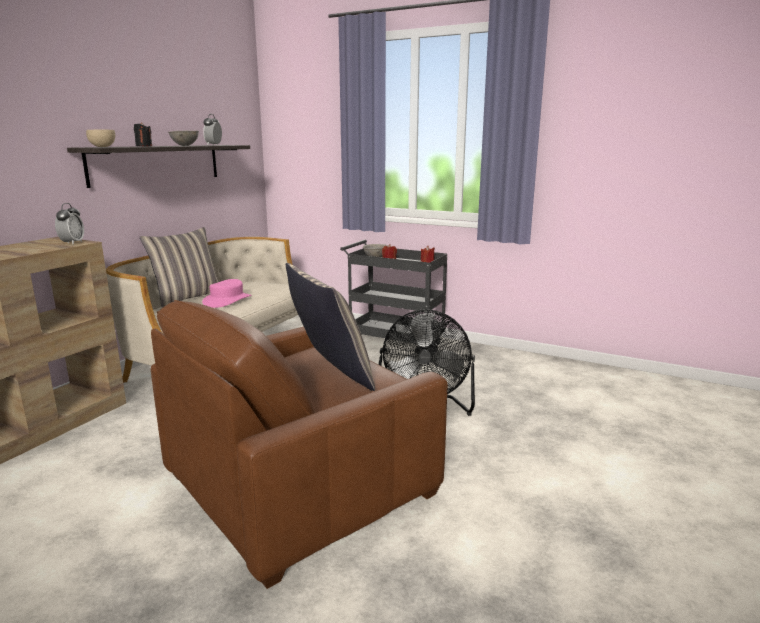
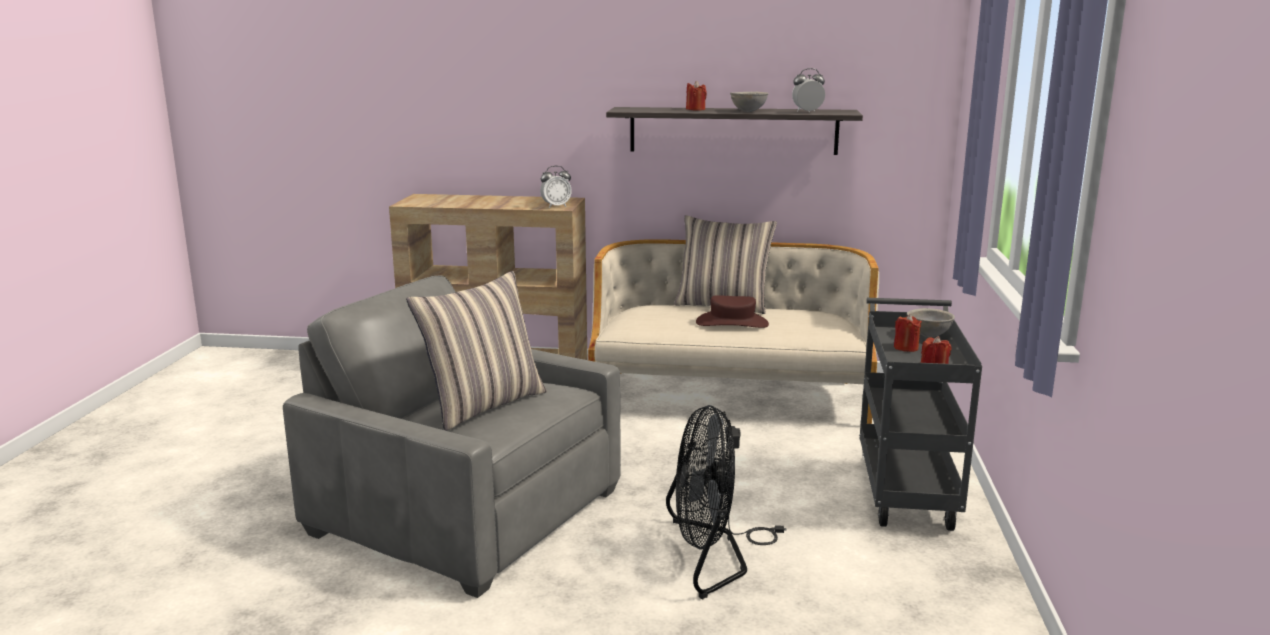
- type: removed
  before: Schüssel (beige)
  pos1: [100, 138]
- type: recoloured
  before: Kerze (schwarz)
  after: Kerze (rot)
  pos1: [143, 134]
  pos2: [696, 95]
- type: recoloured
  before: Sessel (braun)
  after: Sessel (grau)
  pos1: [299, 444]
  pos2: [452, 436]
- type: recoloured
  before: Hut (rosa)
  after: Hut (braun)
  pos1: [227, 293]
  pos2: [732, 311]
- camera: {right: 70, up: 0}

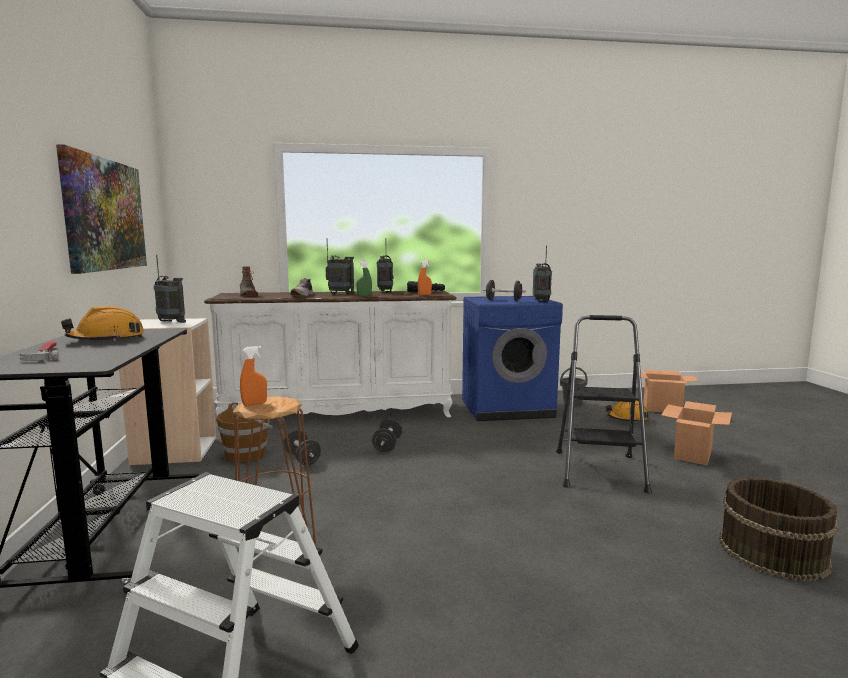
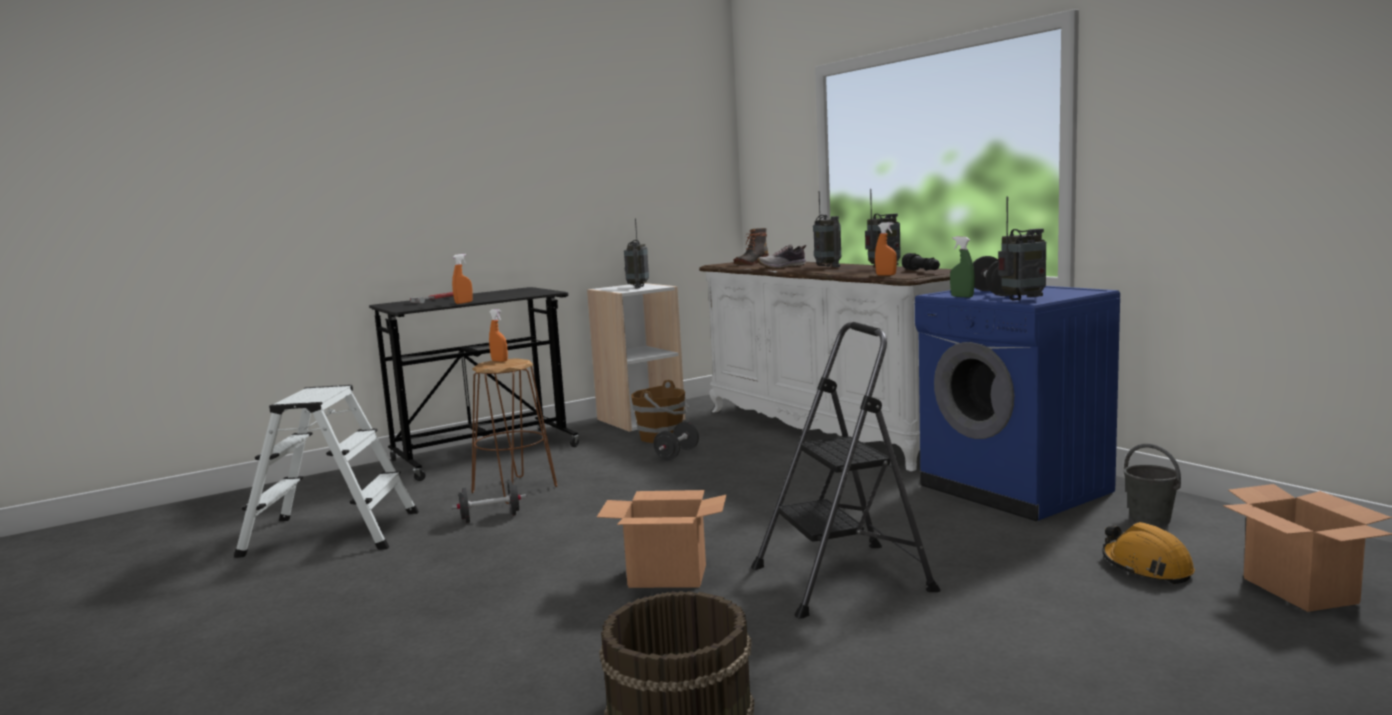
- type: removed
  before: Bild
  pos1: [101, 209]
- type: removed
  before: Schutzhelm (orange)
  pos1: [102, 323]
- type: moved
  before: Sprühflasche (grün)
  pos1: [364, 278]
  pos2: [962, 267]
- type: moved
  before: Hantel (schwarz)
  pos1: [387, 435]
  pos2: [488, 502]
- type: moved
  before: Karton
  pos1: [697, 433]
  pos2: [661, 539]
- type: added
  after: Sprühflasche (orange)
  pos2: [462, 279]
- camera: {right: 65, up: 0}

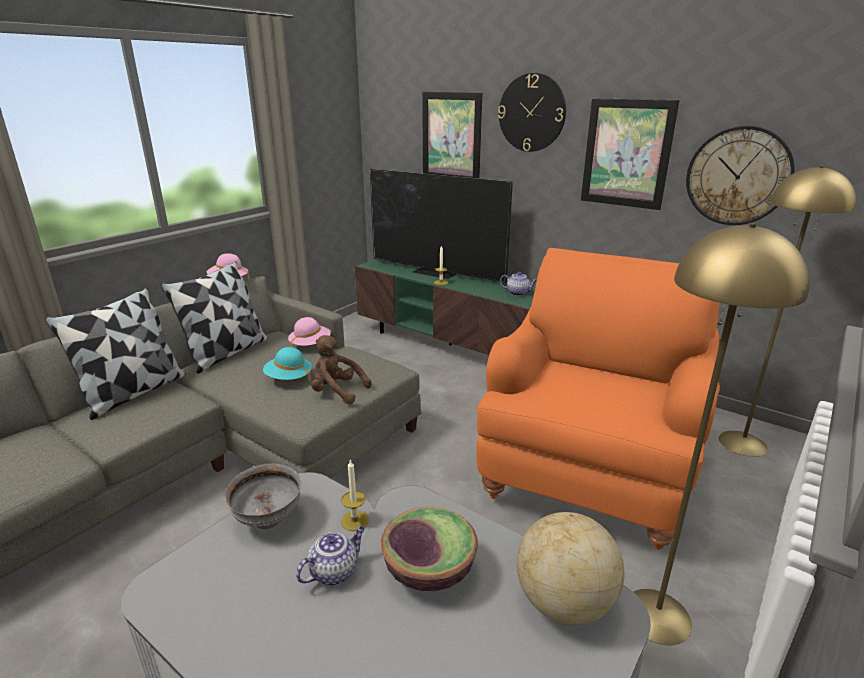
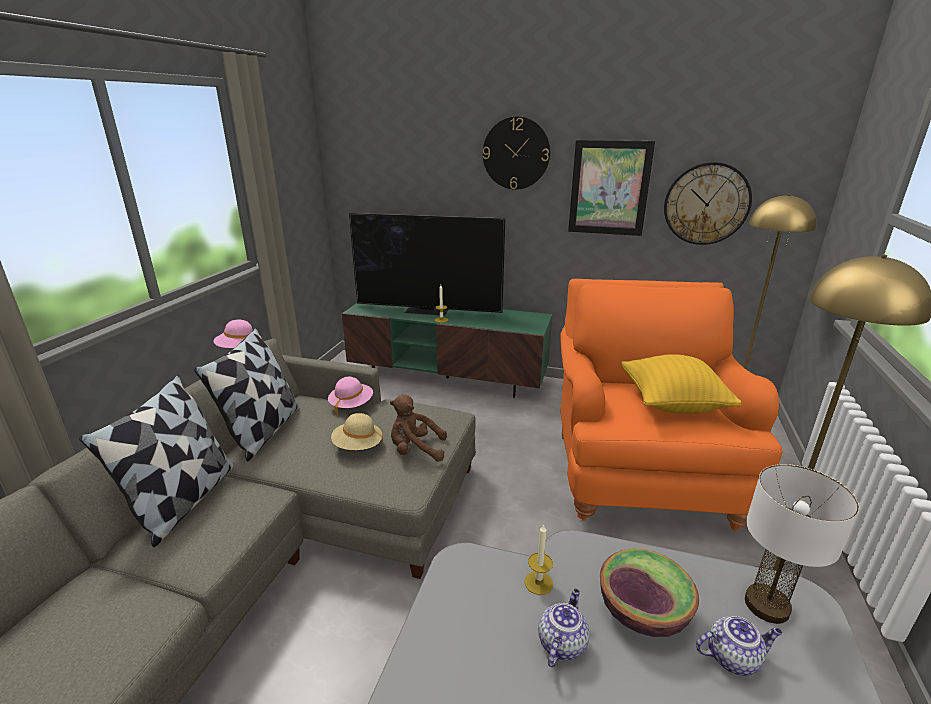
- type: removed
  before: Schüssel (grau)
  pos1: [263, 496]
- type: recoloured
  before: Hut (türkis)
  after: Hut (beige)
  pos1: [287, 364]
  pos2: [357, 431]
- type: removed
  before: Bild
  pos1: [452, 135]
- type: moved
  before: Teekanne
  pos1: [518, 284]
  pos2: [739, 646]
- type: replaced
  before: Globus
  after: Tischlampe
  pos1: [571, 568]
  pos2: [802, 544]
- type: added
  after: Kissen (gelb)
  pos2: [681, 384]
- camera: {right: -20, up: 0}

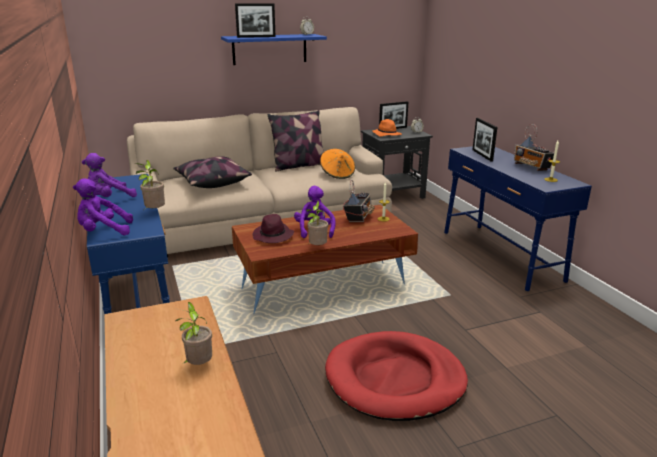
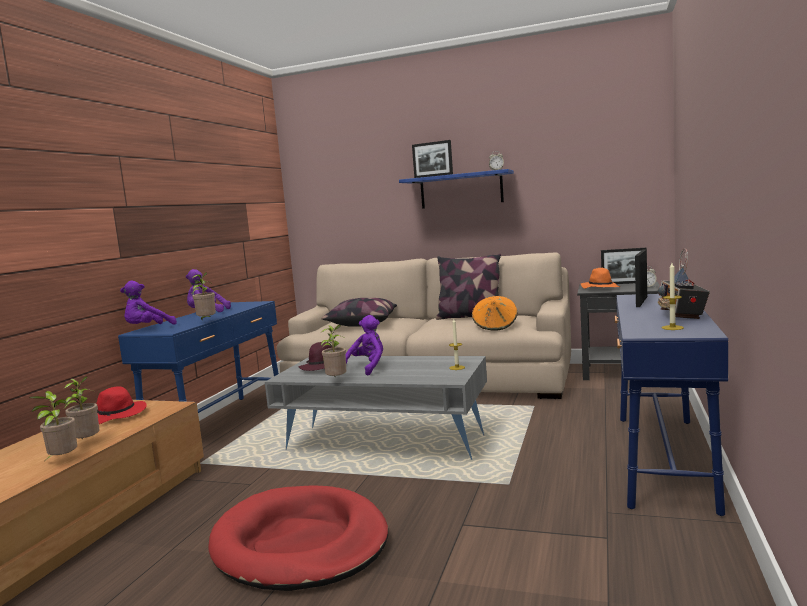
- type: turned
  before: Plüschtier (lila)
  pos1: [103, 206]
  pos2: [148, 303]
  turn: -75
- type: recoloured
  before: Couchtisch (braun)
  after: Couchtisch (grau)
  pos1: [325, 260]
  pos2: [376, 408]
- type: removed
  before: Radio
  pos1: [359, 201]
- type: added
  after: Topfpflanze
  pos2: [53, 425]
- type: added
  after: Hut (rot)
  pos2: [122, 405]
- camera: {right: 40, up: -15}

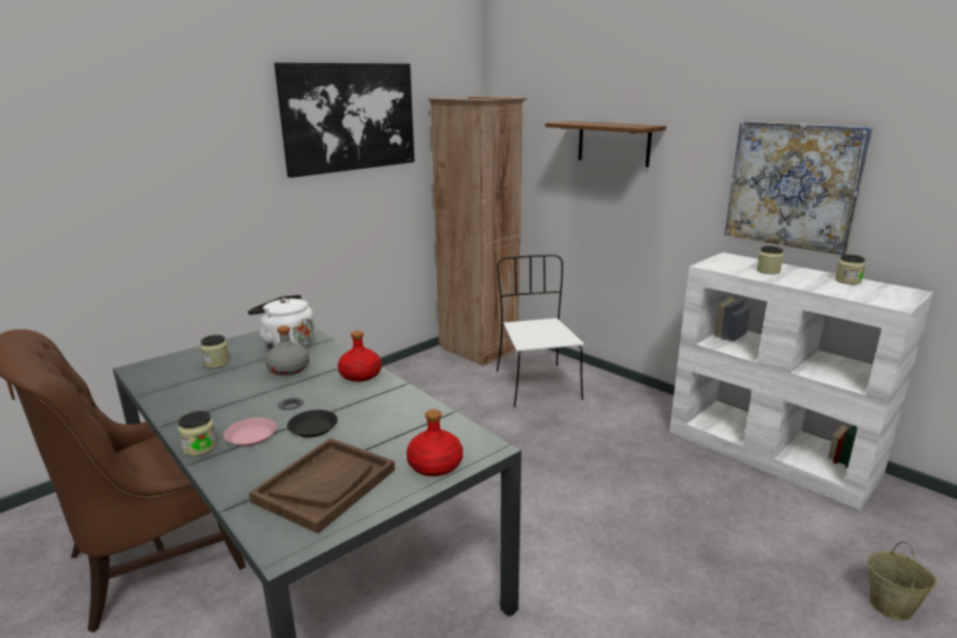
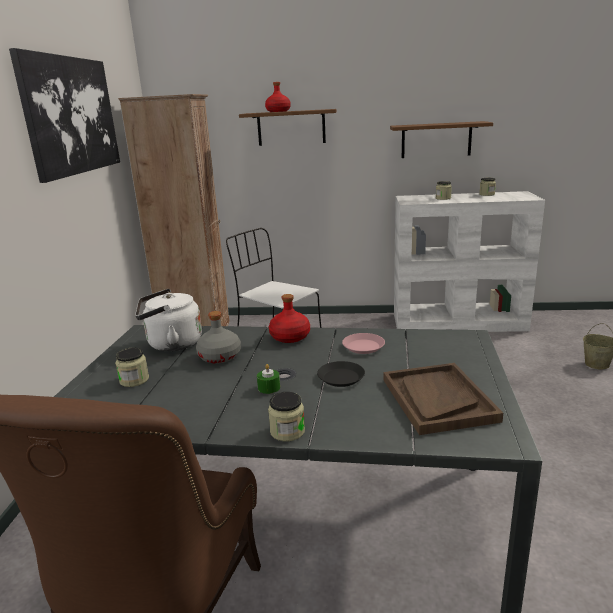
- type: moved
  before: Teller (rosa)
  pos1: [250, 432]
  pos2: [363, 343]
- type: moved
  before: Flasche (rot)
  pos1: [434, 442]
  pos2: [278, 97]
- type: replaced
  before: Bild
  after: Wandregal (braun)
  pos1: [799, 188]
  pos2: [441, 139]
- type: added
  after: Kerze (grün)
  pos2: [268, 379]
- camera: {right: -40, up: 0}

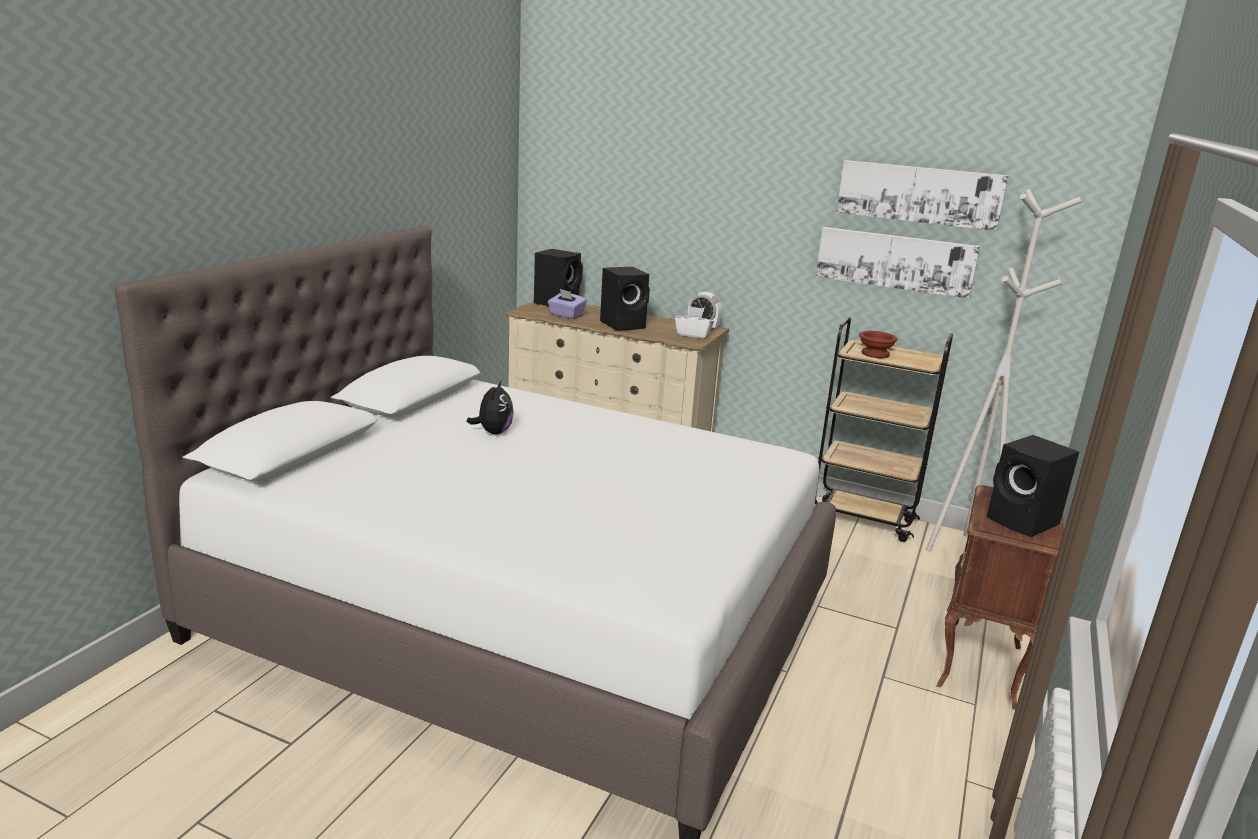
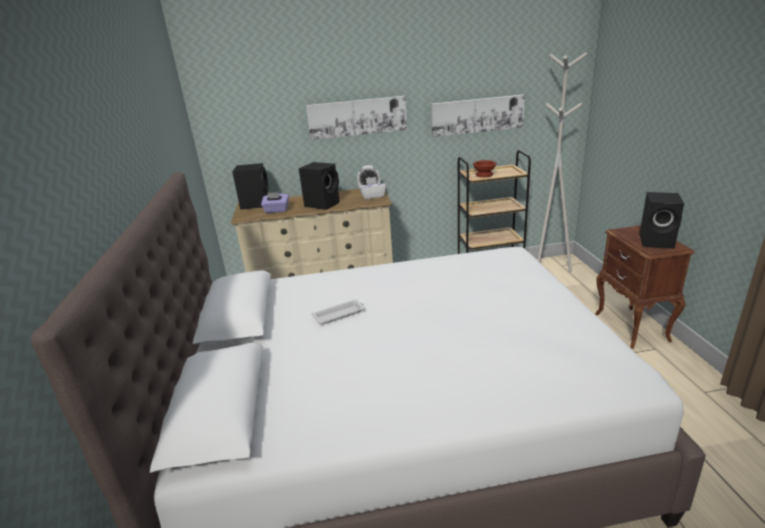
- type: replaced
  before: Plüschtier
  after: Tablett (weiß)
  pos1: [490, 407]
  pos2: [338, 311]
- type: moved
  before: Bild
  pos1: [922, 195]
  pos2: [356, 118]
- camera: {right: -30, up: 5}

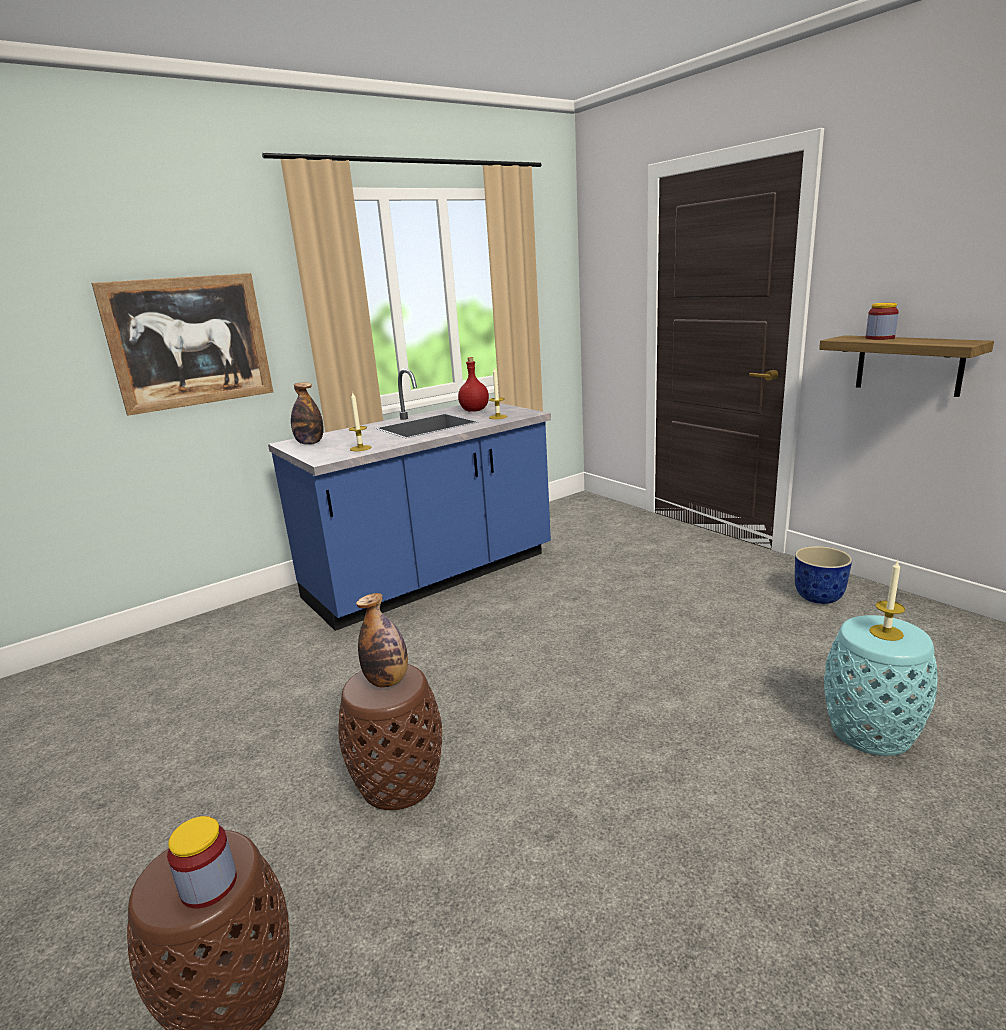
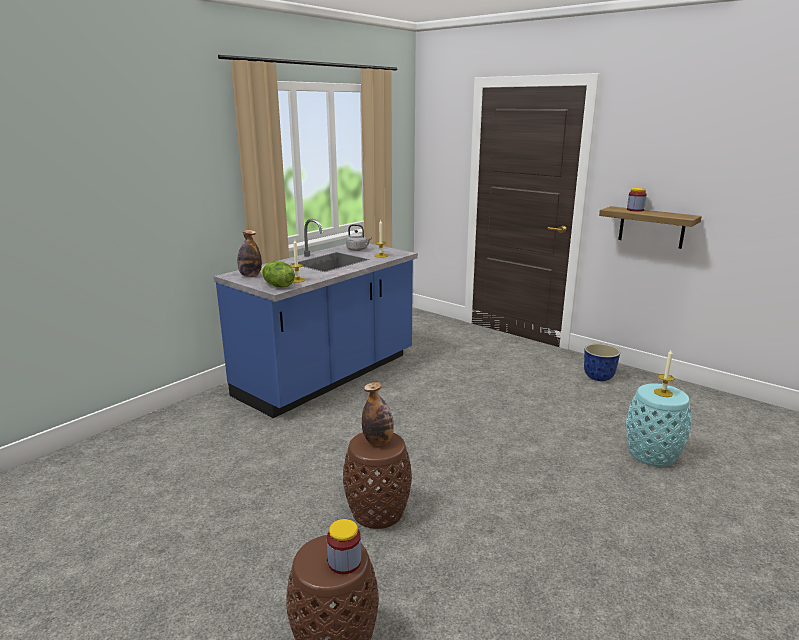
- type: removed
  before: Bild
  pos1: [182, 344]
- type: replaced
  before: Flasche (rot)
  after: Wasserkessel (grau)
  pos1: [473, 384]
  pos2: [359, 237]
- type: added
  after: Salatkopf
  pos2: [278, 274]
- camera: {right: -15, up: 0}

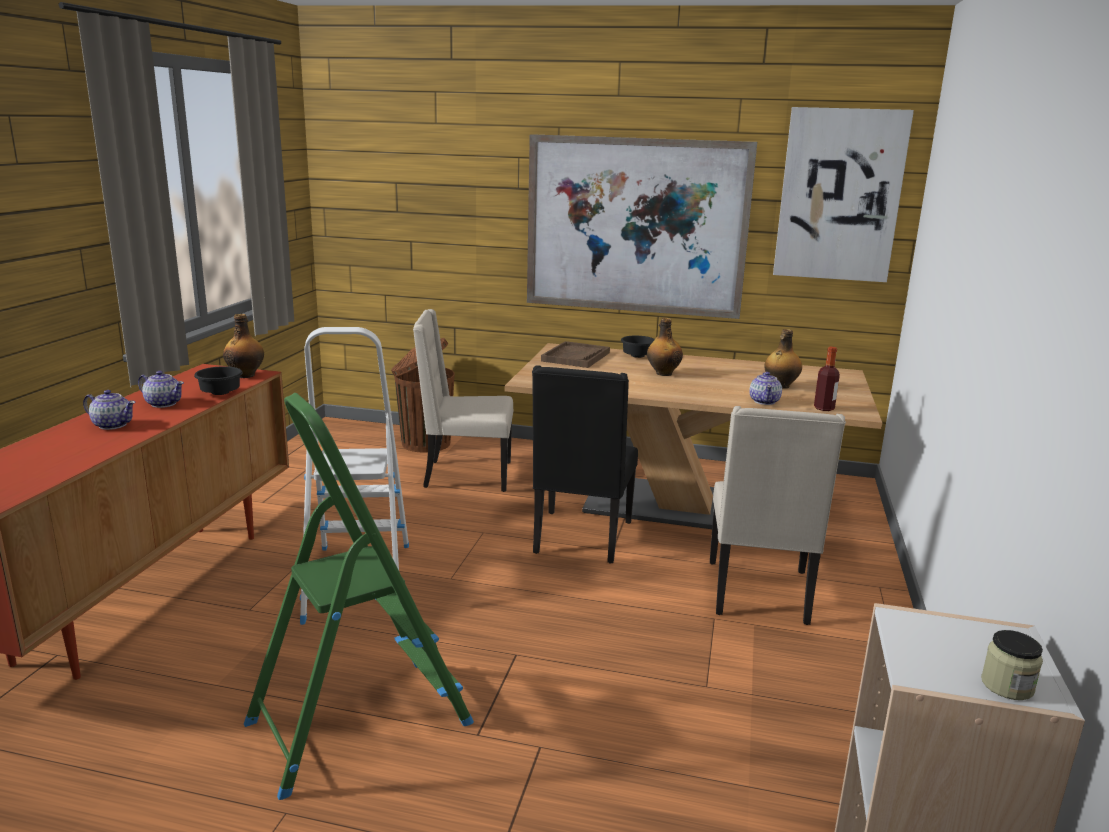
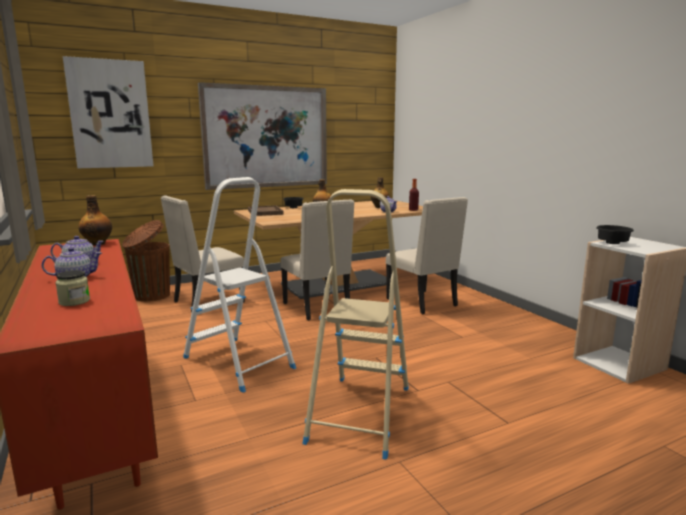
- type: moved
  before: Schüssel (schwarz)
  pos1: [218, 380]
  pos2: [615, 234]
- type: recoloured
  before: Trittleiter (grün)
  after: Trittleiter (beige)
  pos1: [359, 596]
  pos2: [356, 324]
- type: recoloured
  before: Stuhl (schwarz)
  after: Stuhl (beige)
  pos1: [585, 464]
  pos2: [317, 259]
- type: moved
  before: Bild
  pos1: [843, 194]
  pos2: [108, 112]
- type: moved
  before: Vorratsglas
  pos1: [1012, 665]
  pos2: [72, 288]
- camera: {right: -40, up: -5}

